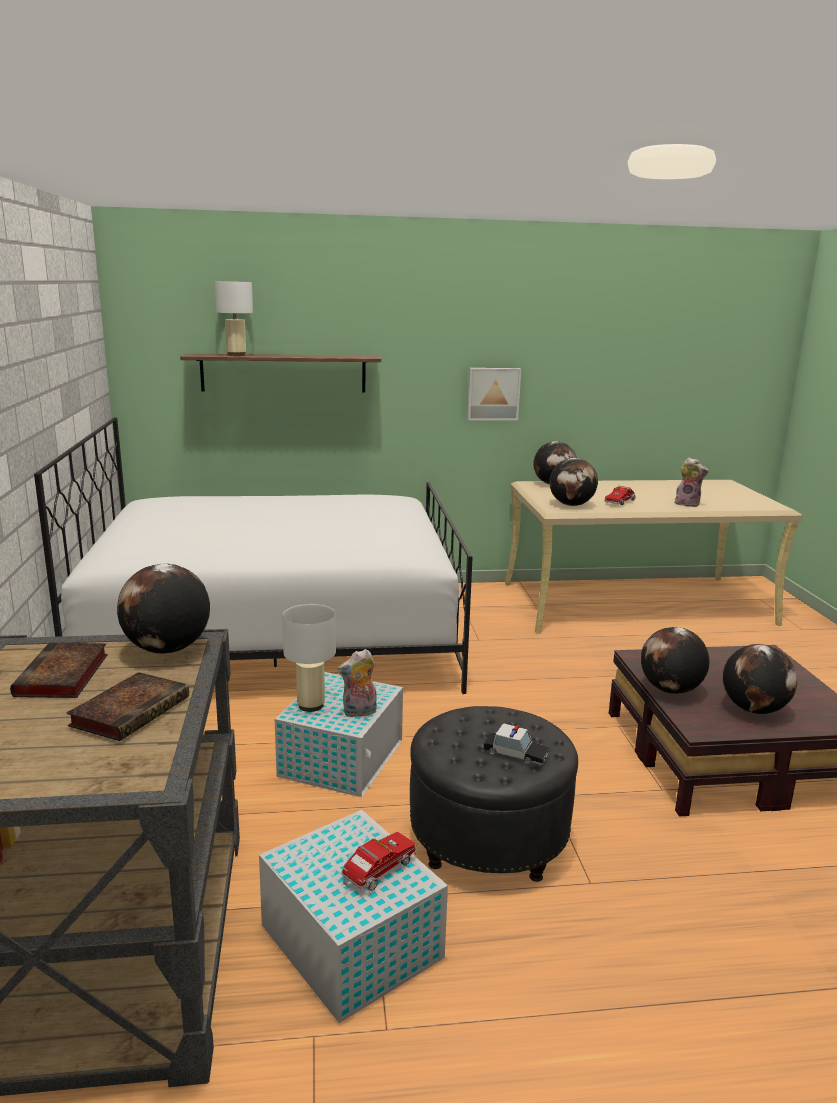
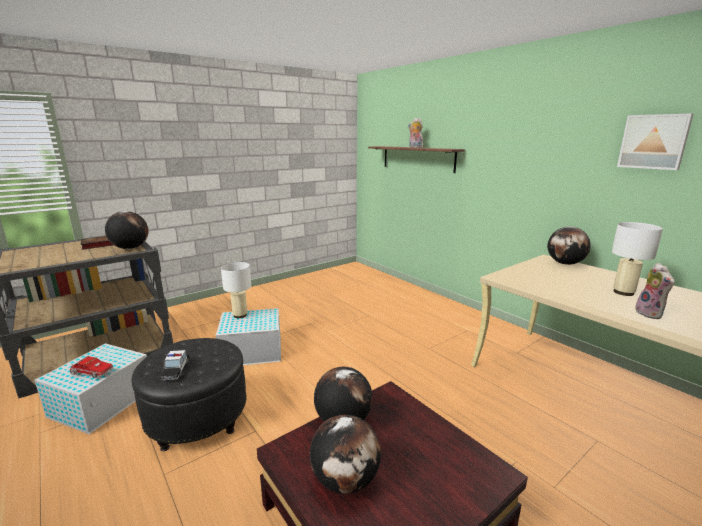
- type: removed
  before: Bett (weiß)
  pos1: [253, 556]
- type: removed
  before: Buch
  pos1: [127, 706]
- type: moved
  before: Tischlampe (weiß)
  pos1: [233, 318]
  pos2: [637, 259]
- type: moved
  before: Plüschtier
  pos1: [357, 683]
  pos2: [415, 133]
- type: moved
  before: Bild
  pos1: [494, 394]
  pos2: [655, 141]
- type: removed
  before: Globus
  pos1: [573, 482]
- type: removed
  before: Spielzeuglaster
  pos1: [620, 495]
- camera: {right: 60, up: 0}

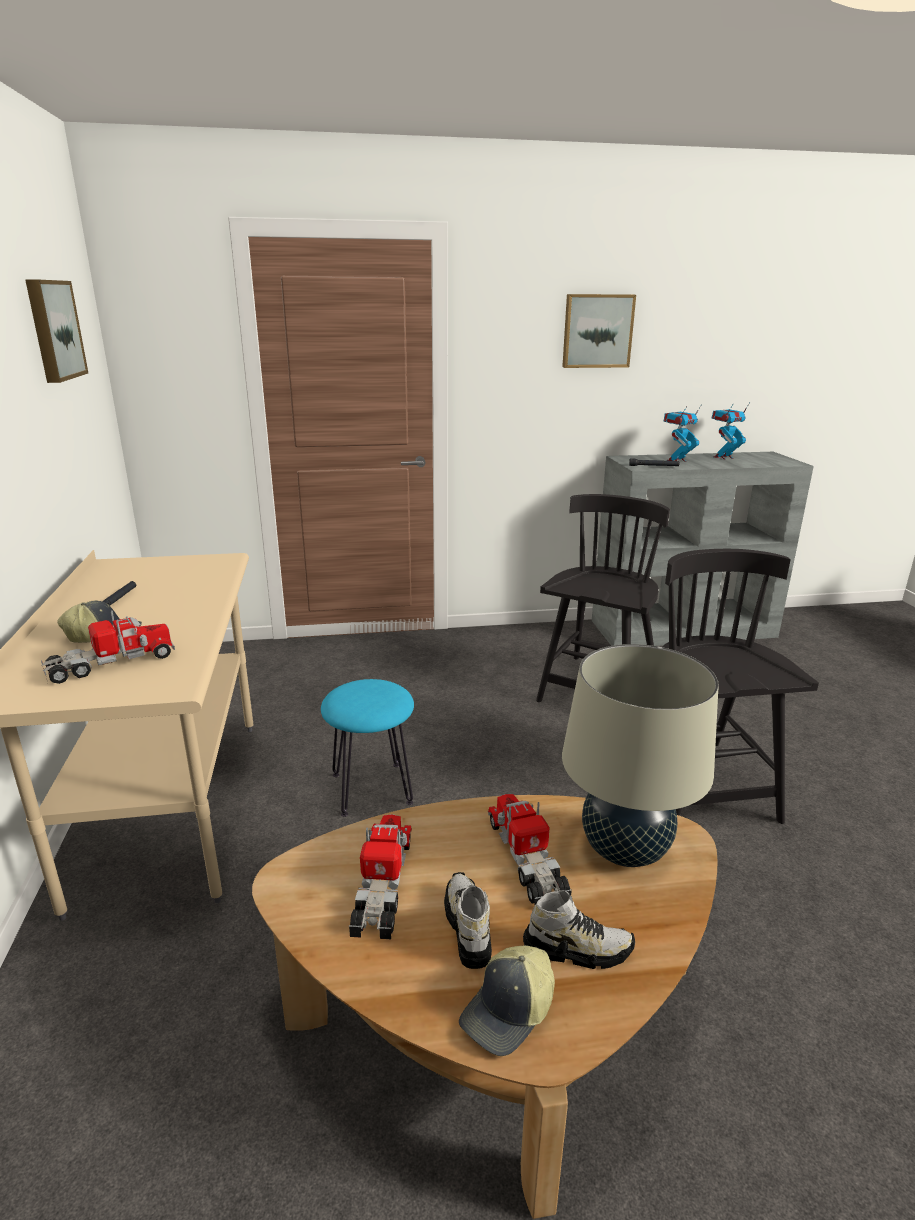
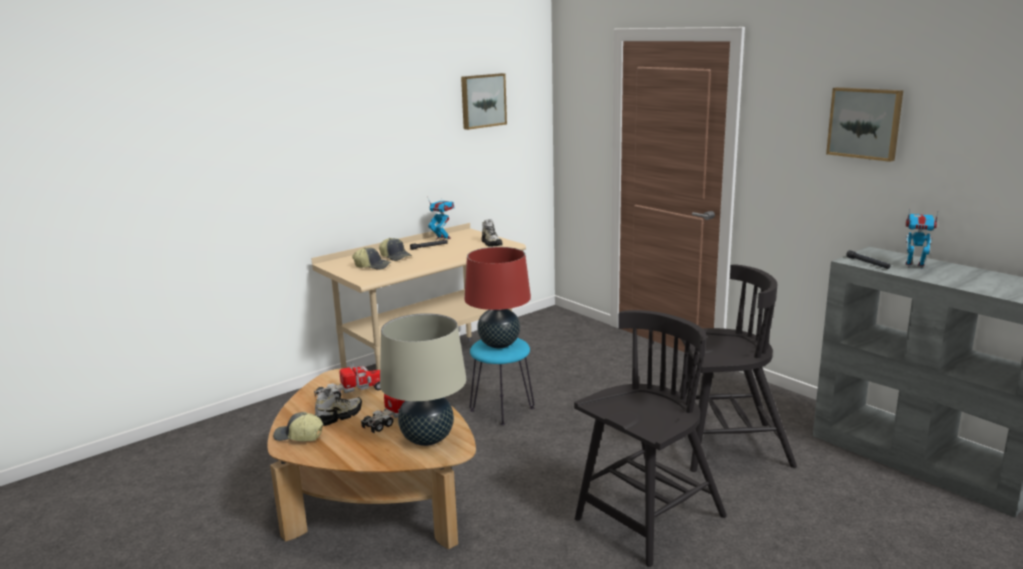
- type: replaced
  before: Spielzeuglaster
  after: Kappe
  pos1: [108, 647]
  pos2: [371, 259]
- type: moved
  before: Schuh
  pos1: [579, 929]
  pos2: [492, 233]
- type: moved
  before: Spielzeugroboter
  pos1: [731, 431]
  pos2: [441, 218]
- type: added
  after: Tischlampe (rot)
  pos2: [498, 297]
- camera: {right: 60, up: -5}

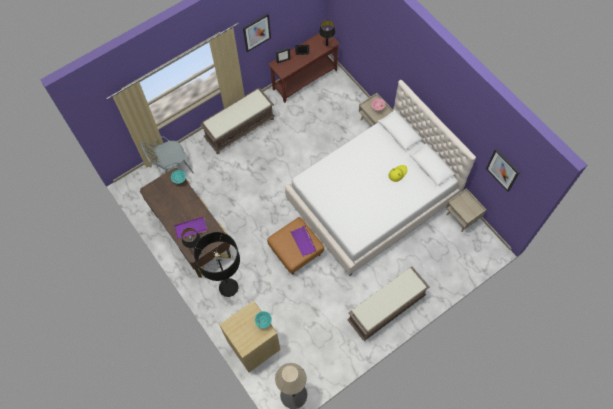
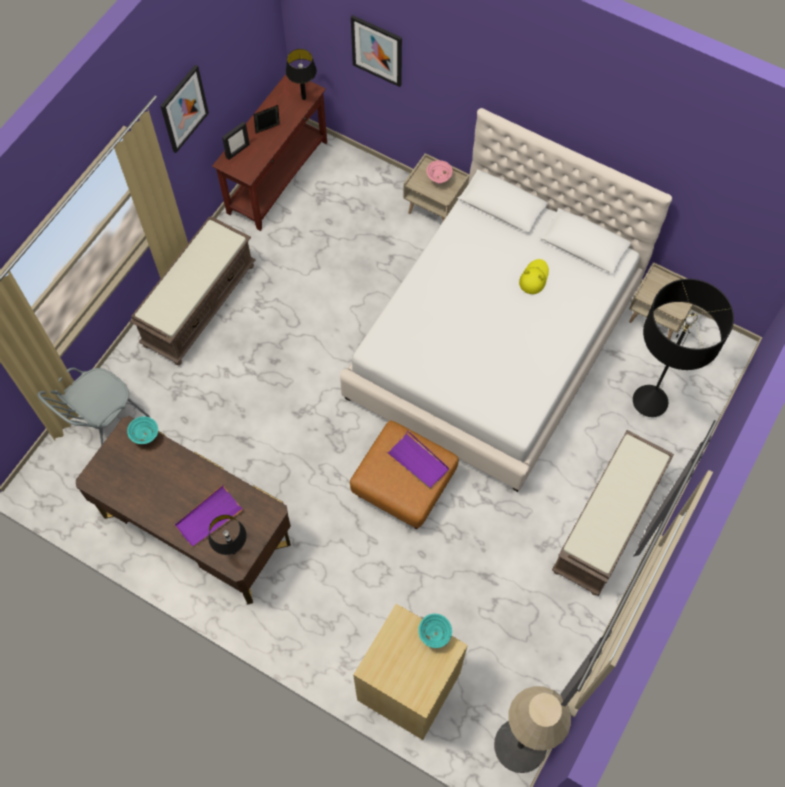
- type: moved
  before: Stehlampe (schwarz)
  pos1: [217, 264]
  pos2: [683, 348]
- type: moved
  before: Bild
  pos1: [503, 170]
  pos2: [376, 51]
- camera: {right: -25, up: 0}

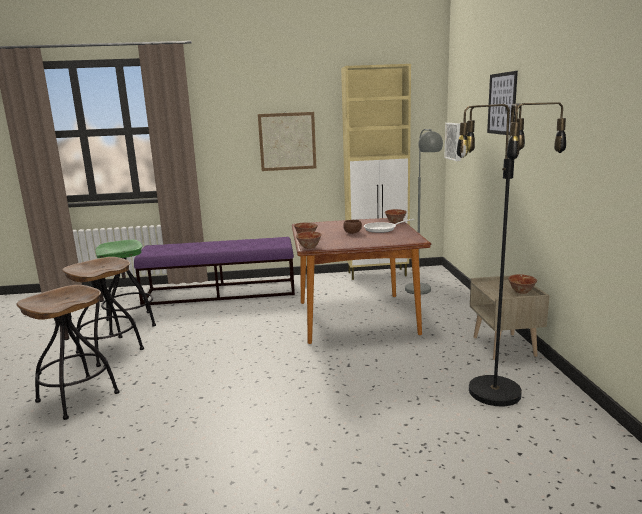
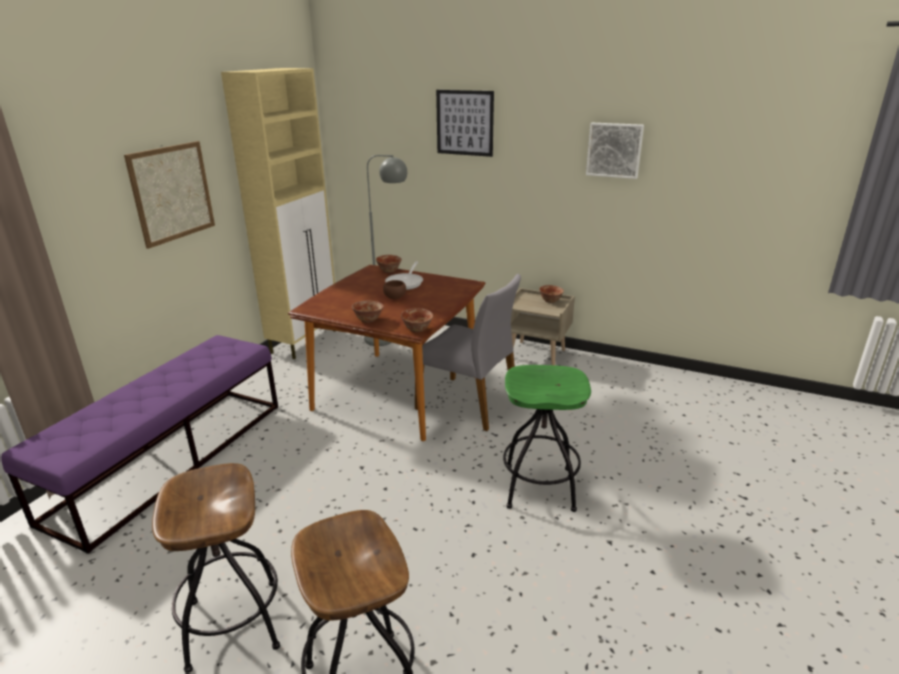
- type: moved
  before: Hocker (grün)
  pos1: [125, 287]
  pos2: [547, 438]
- type: moved
  before: Bild
  pos1: [452, 142]
  pos2: [615, 151]
- type: removed
  before: Stehlampe
  pos1: [511, 254]
- type: added
  after: Stuhl (grau)
  pos2: [468, 352]
- camera: {right: -60, up: 10}

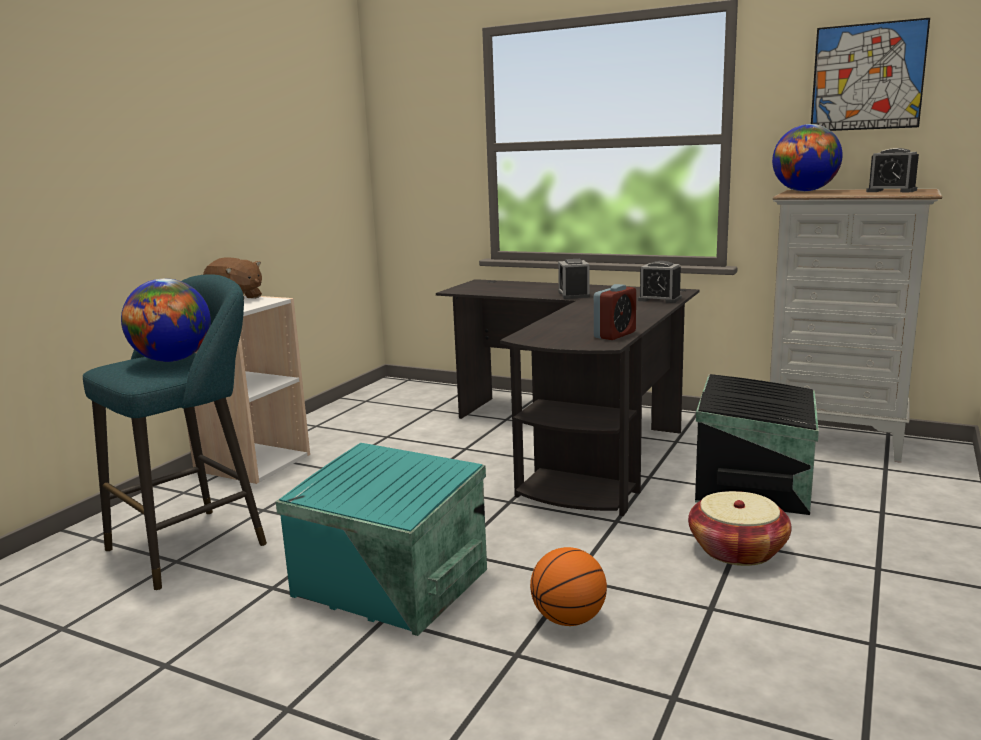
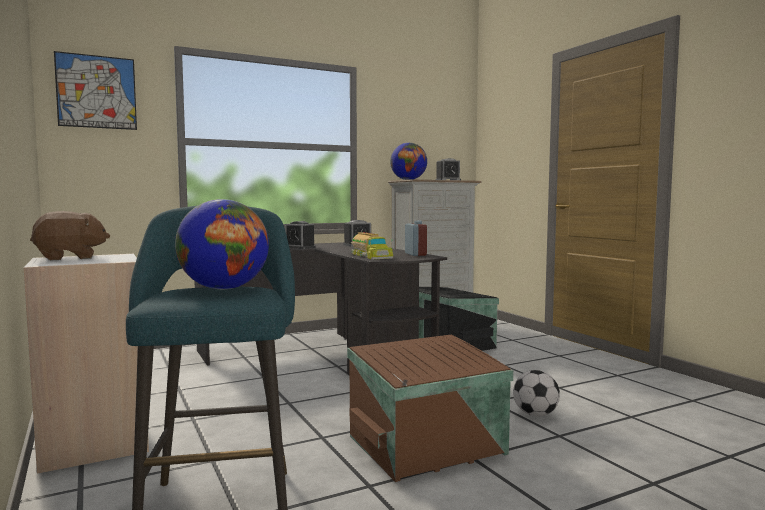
- type: recoloured
  before: Aufbewahrungsbox (türkis)
  after: Aufbewahrungsbox (braun)
  pos1: [381, 539]
  pos2: [430, 408]
- type: replaced
  before: Basketball
  after: Fußball
  pos1: [568, 586]
  pos2: [536, 393]
- type: removed
  before: Korb
  pos1: [739, 528]
- type: moved
  before: Bild
  pos1: [870, 74]
  pos2: [95, 90]
- type: added
  after: Spielzeuglaster
  pos2: [372, 245]
- camera: {right: -55, up: -10}

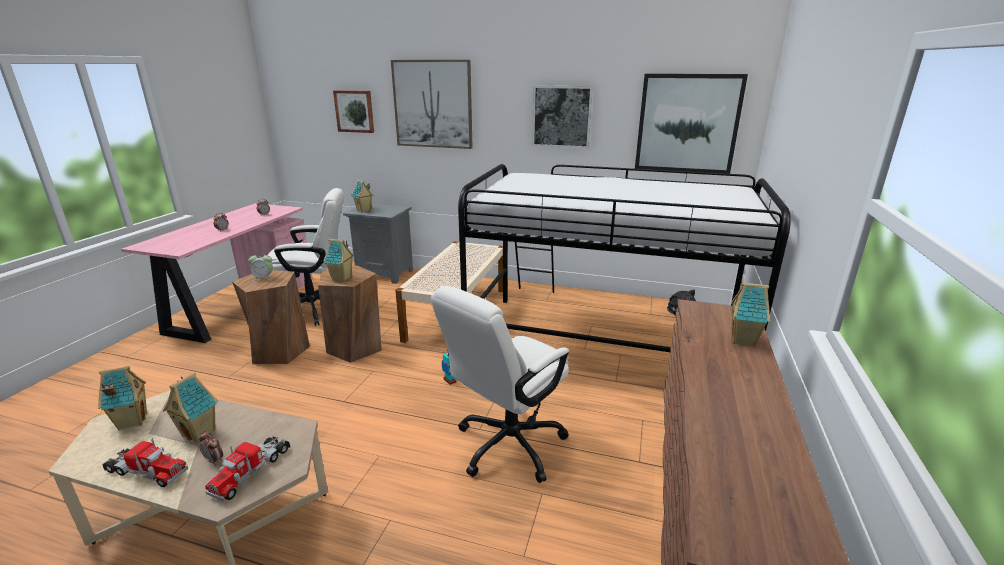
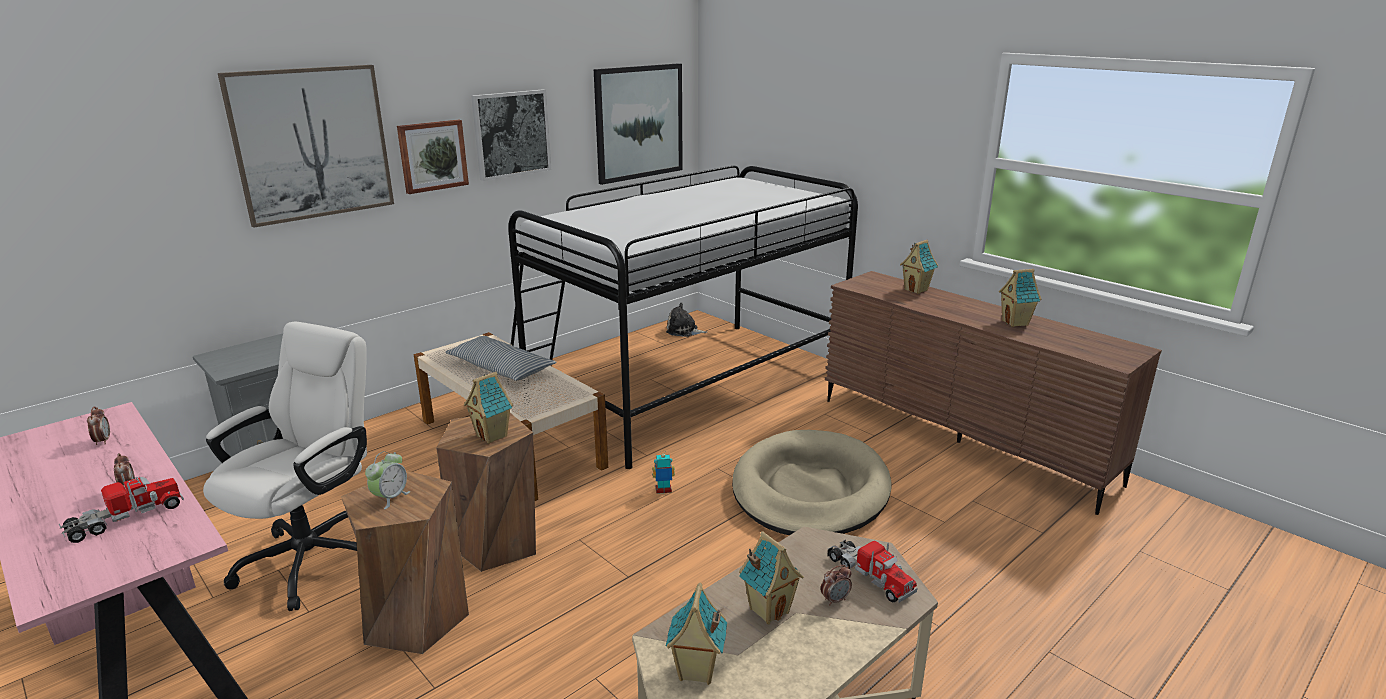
- type: moved
  before: Spielzeuglaster
  pos1: [145, 462]
  pos2: [121, 508]
- type: moved
  before: Bild
  pos1: [353, 111]
  pos2: [433, 157]
- type: moved
  before: Spielzeughaus
  pos1: [362, 196]
  pos2: [1020, 298]
- type: replaced
  before: Bürostuhl (weiß)
  after: Hundebett (beige)
  pos1: [500, 384]
  pos2: [811, 482]
- type: added
  after: Kissen
  pos2: [501, 358]
- camera: {right: -60, up: 0}

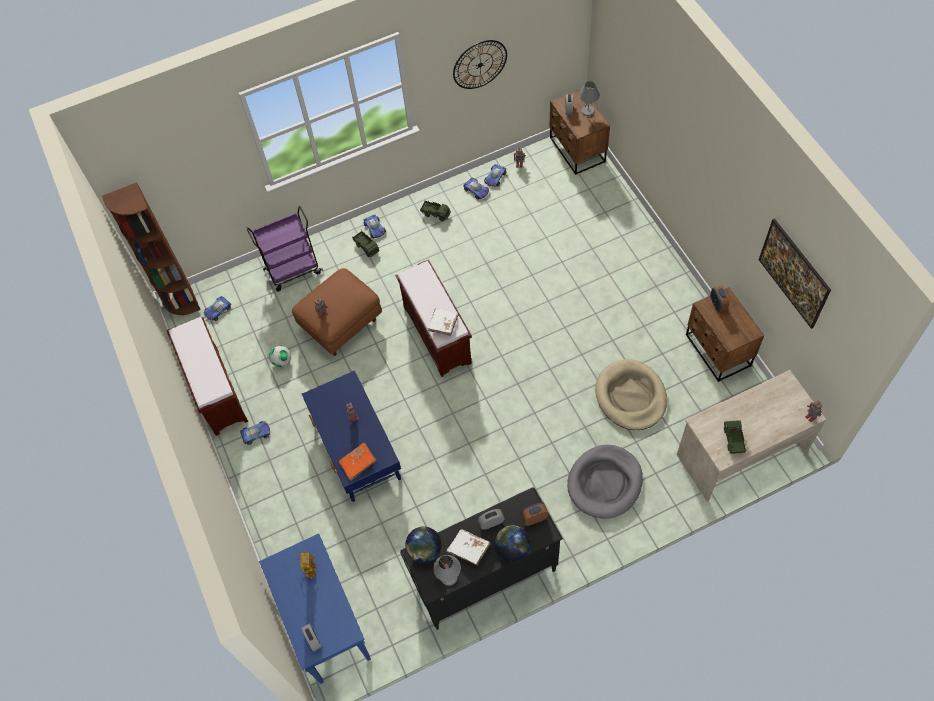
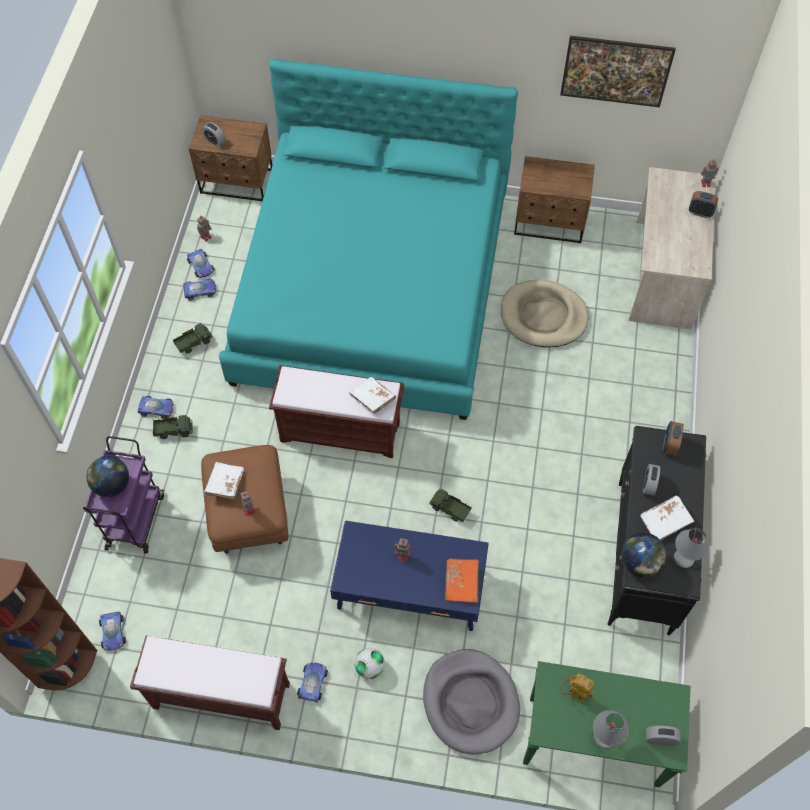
- type: recoloured
  before: Konsolentisch (blau)
  after: Konsolentisch (grün)
  pos1: [315, 608]
  pos2: [607, 724]
- type: moved
  before: Fußball
  pos1: [280, 356]
  pos2: [369, 663]
- type: removed
  before: Wanduhr
  pos1: [480, 64]
- type: moved
  before: Globus
  pos1: [512, 543]
  pos2: [107, 476]
- type: moved
  before: Hundebett (grau)
  pos1: [605, 482]
  pos2: [471, 701]
- type: moved
  before: Tischlampe (grau)
  pos1: [589, 98]
  pos2: [611, 729]
- type: moved
  before: Wecker
  pos1: [720, 298]
  pos2: [703, 204]
- type: moved
  before: Spielzeuglaster
  pos1: [735, 437]
  pos2: [450, 505]
- type: added
  after: Buch (weiß)
  pos2: [224, 481]
- type: added
  after: Bett (türkis)
  pos2: [368, 239]
- camera: {right: -60, up: 0}

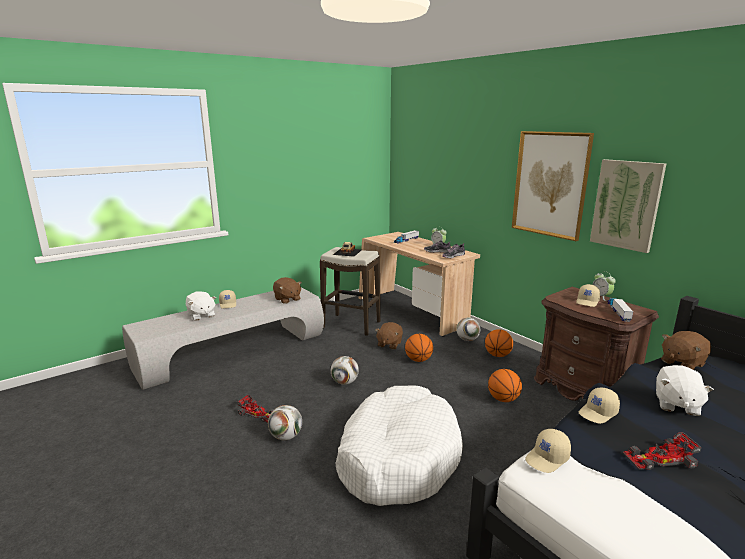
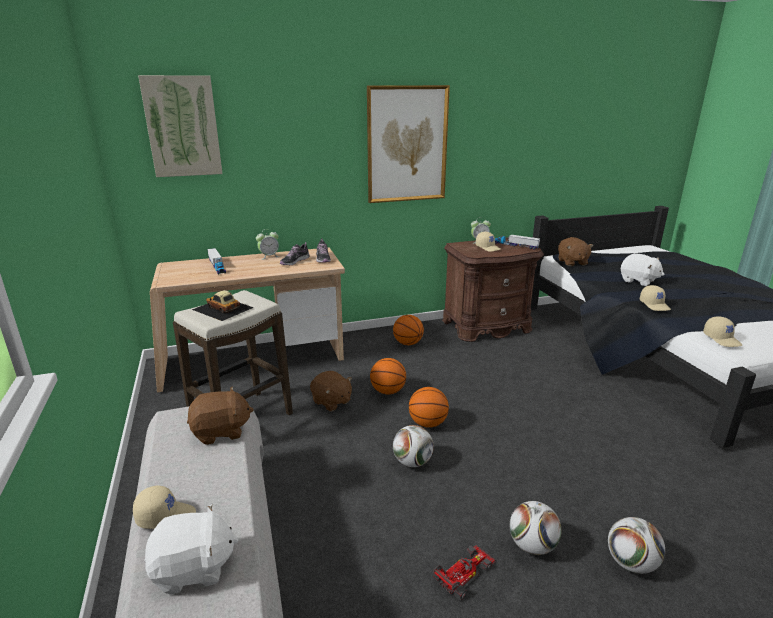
- type: removed
  before: Hundebett (weiß)
  pos1: [399, 445]
- type: moved
  before: Fußball
  pos1: [468, 329]
  pos2: [636, 545]
- type: moved
  before: Basketball
  pos1: [505, 385]
  pos2: [429, 407]
- type: moved
  before: Bild
  pos1: [628, 206]
  pos2: [180, 126]
- type: removed
  before: Spielzeugauto
  pos1: [662, 451]
- camera: {right: -70, up: 5}

